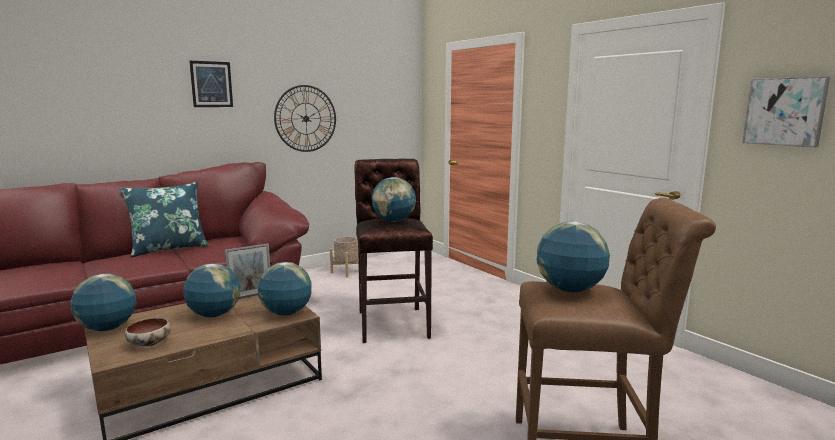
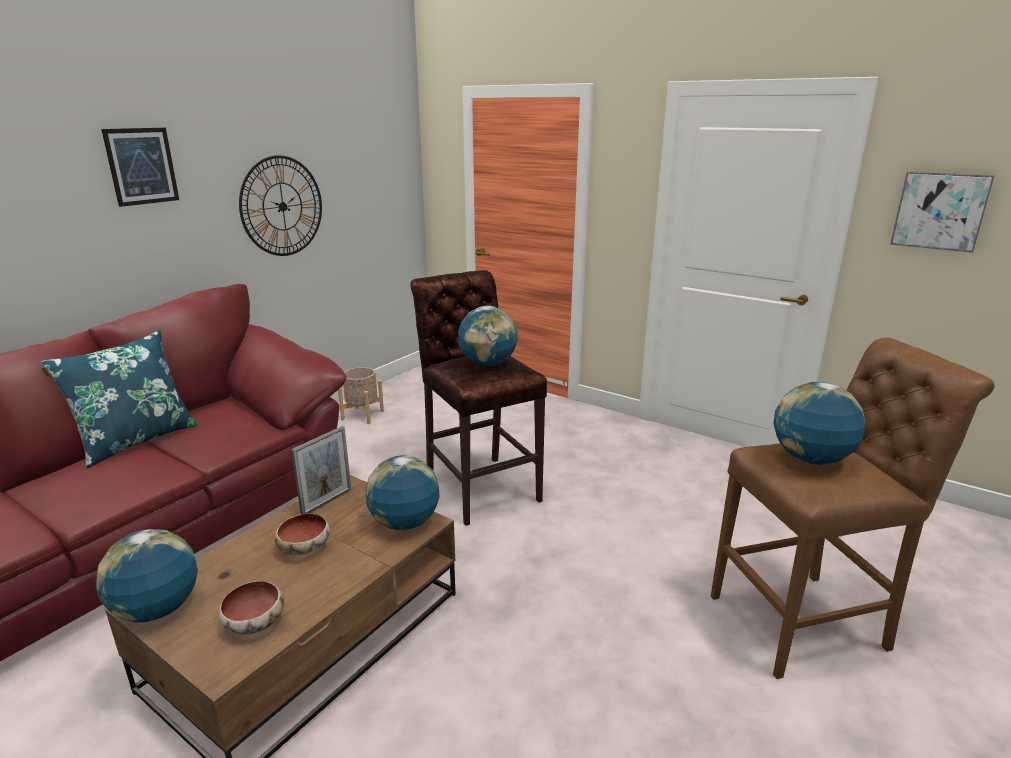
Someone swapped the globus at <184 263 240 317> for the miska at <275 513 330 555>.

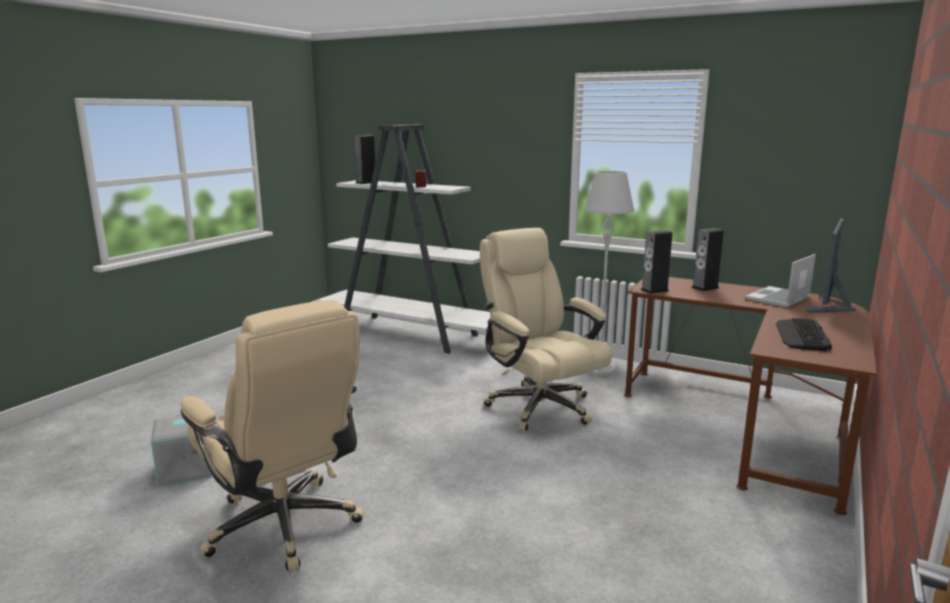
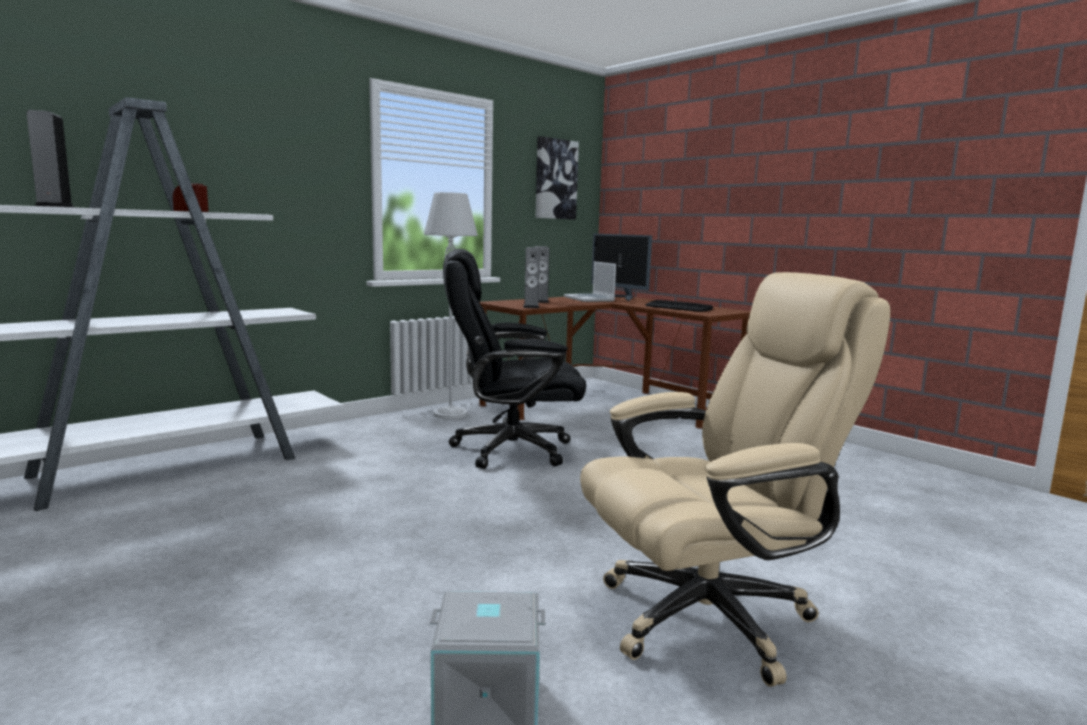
Someone repainted the krzesło biurowe [beżowy] at <480 228 612 432>, which became the krzesło biurowe [czarny] at <443 249 586 469>. Someone put up the obraz at <535 136 579 220>.

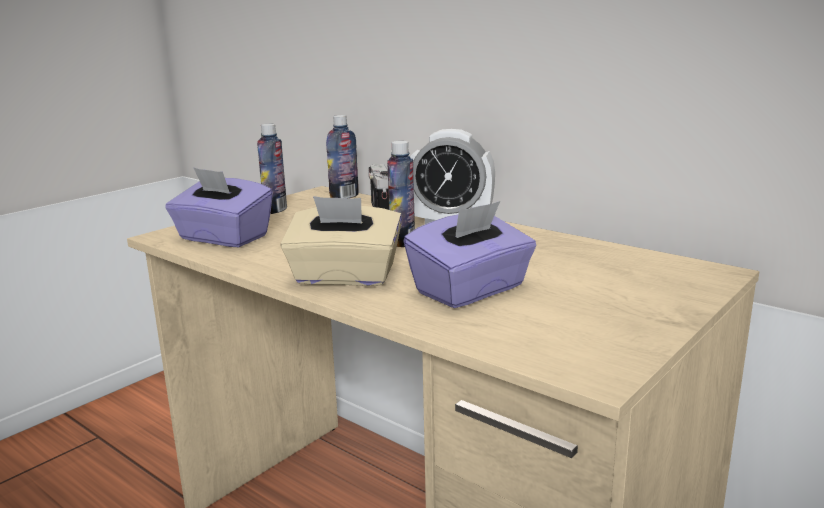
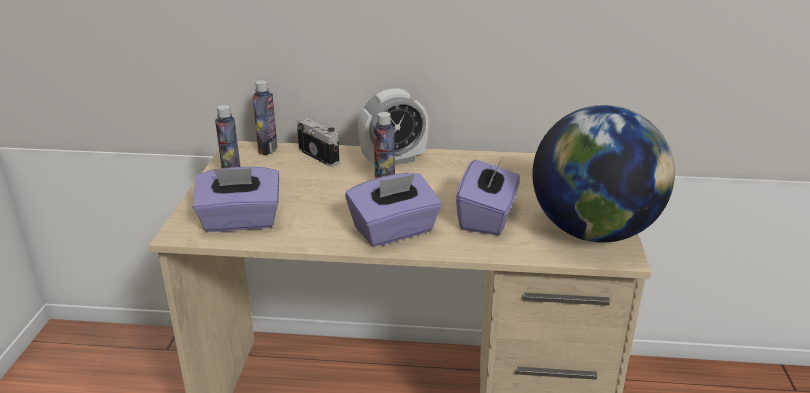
Someone repainted the pudełko chusteczek [beżowy] at <281 196 402 286>, which became the pudełko chusteczek [fioletowy] at <345 173 442 247>. Someone put down the globus at <532 105 675 242>.

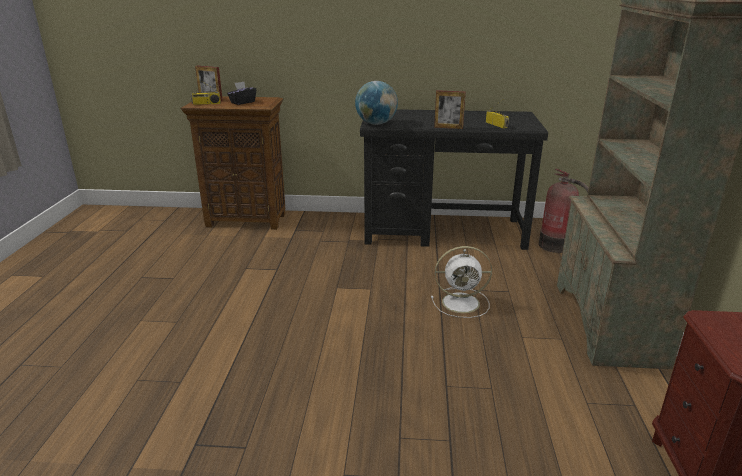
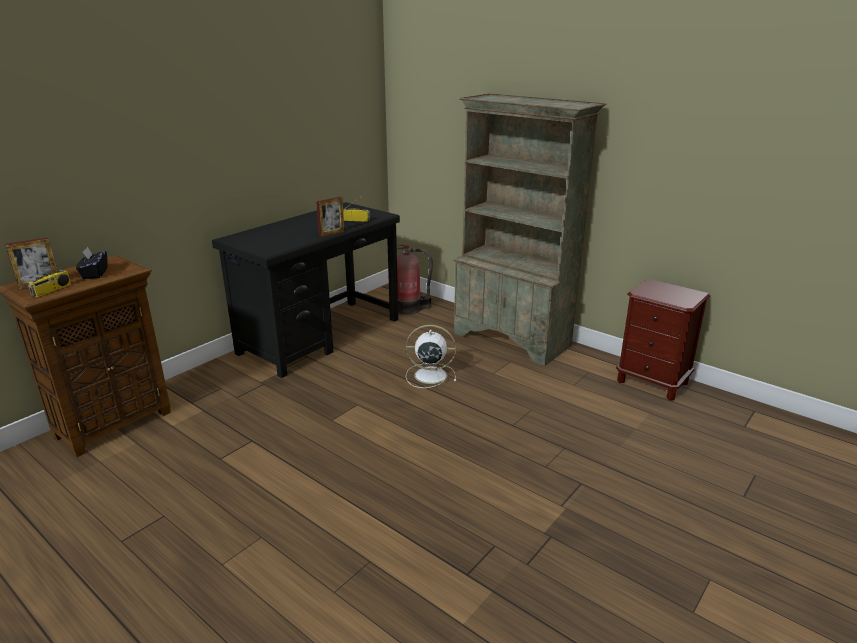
Someone rotated the wentylator [biały] at <431 246 492 318> by 120 degrees counterclockwise. Someone took away the globus at <355 81 398 125>.

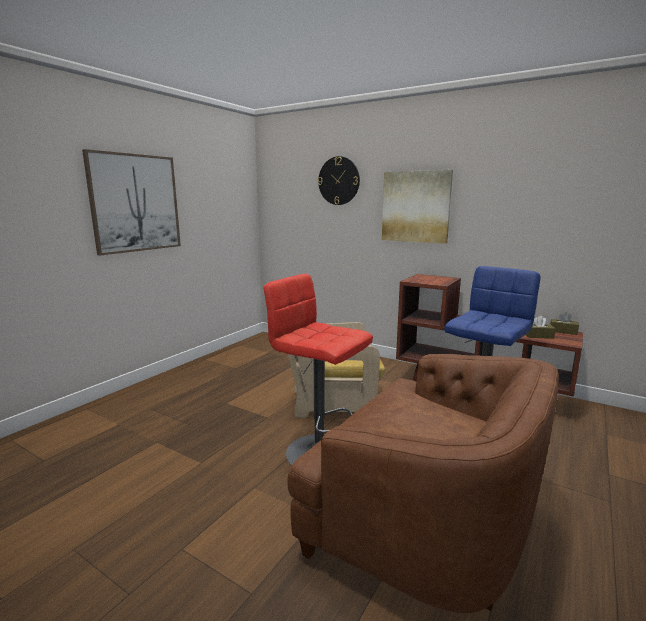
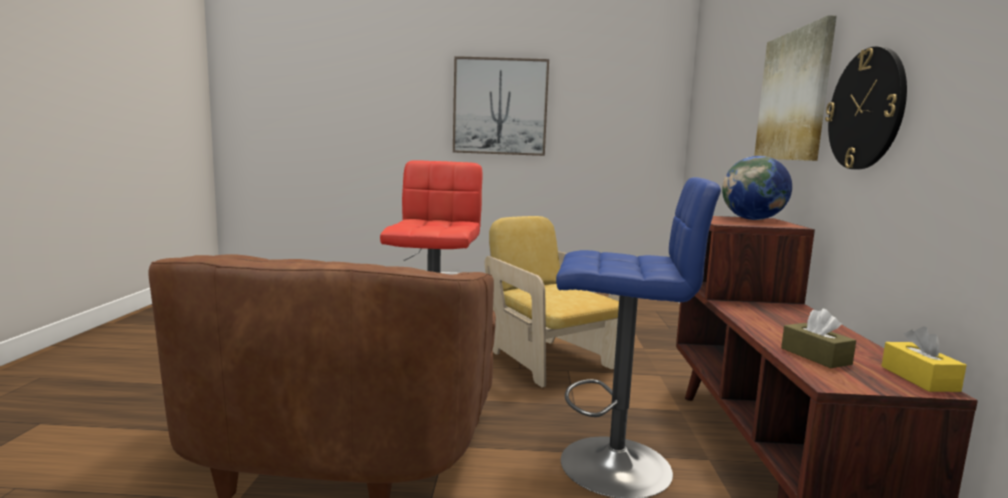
Someone put down the globus at <722 156 792 220>. Someone carried the zegar ścienny from <318 156 360 205> to <825 46 907 169>. Someone repainted the pudełko chusteczek [brązowy] at <550 312 579 335>, which became the pudełko chusteczek [żółty] at <882 327 967 392>.

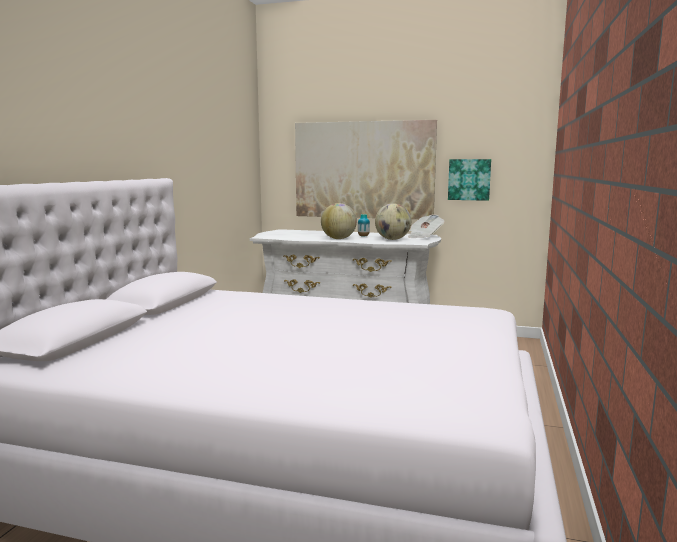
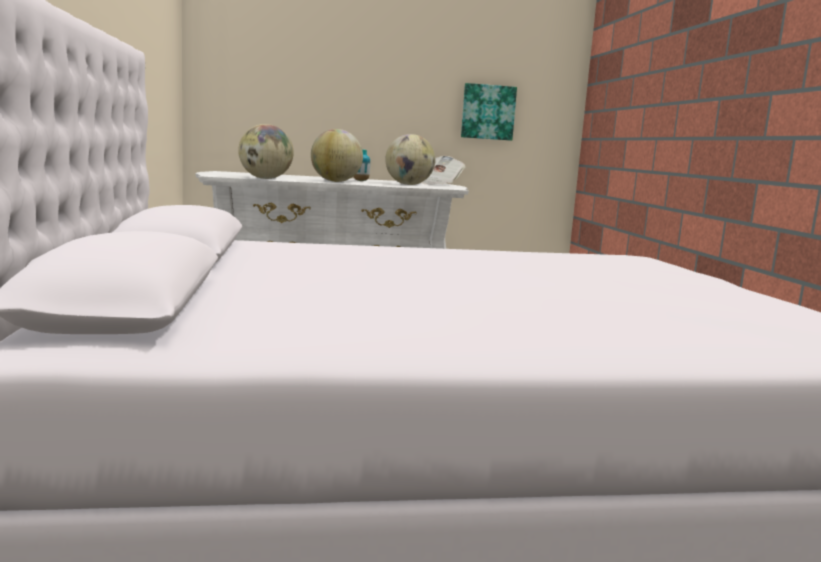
Someone put down the globus at <238 124 294 179>. Someone took away the obraz at <295 120 437 219>.

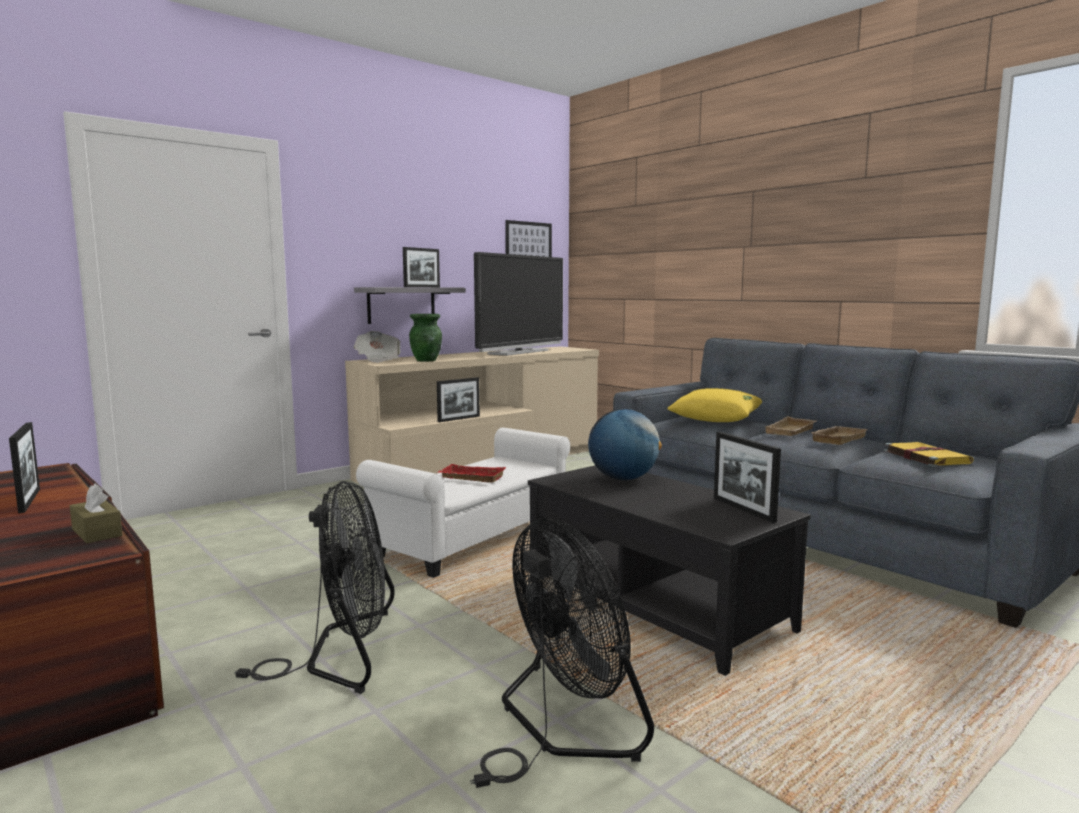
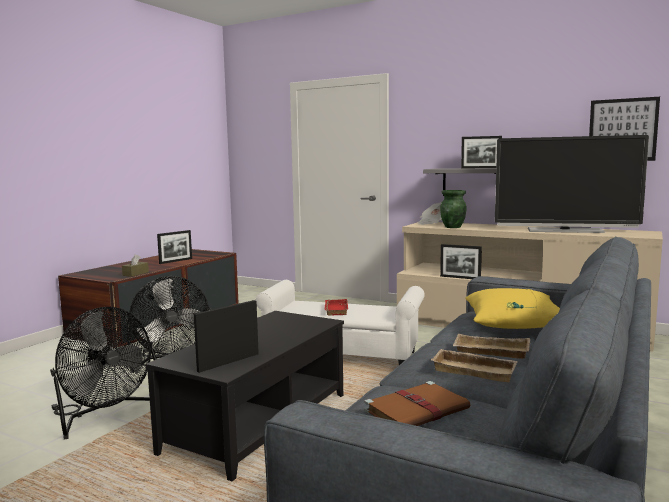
Someone repainted the książka [żółty] at <884 442 974 467>, which became the książka [brązowy] at <364 381 470 426>. Someone took away the globus at <588 409 662 480>.

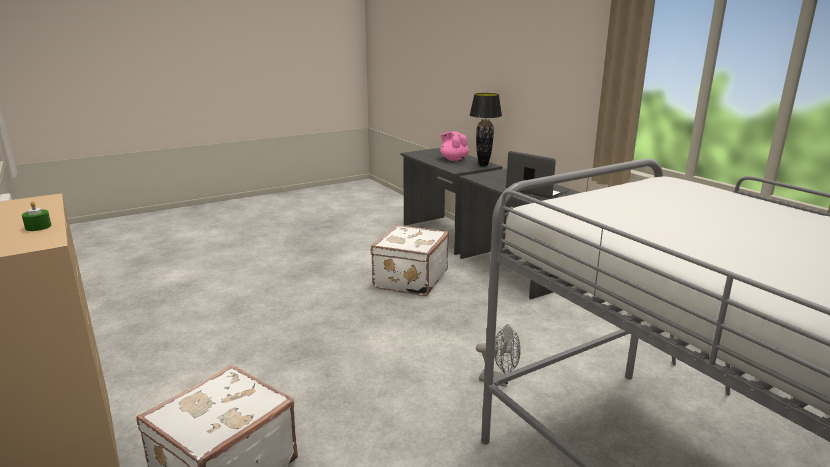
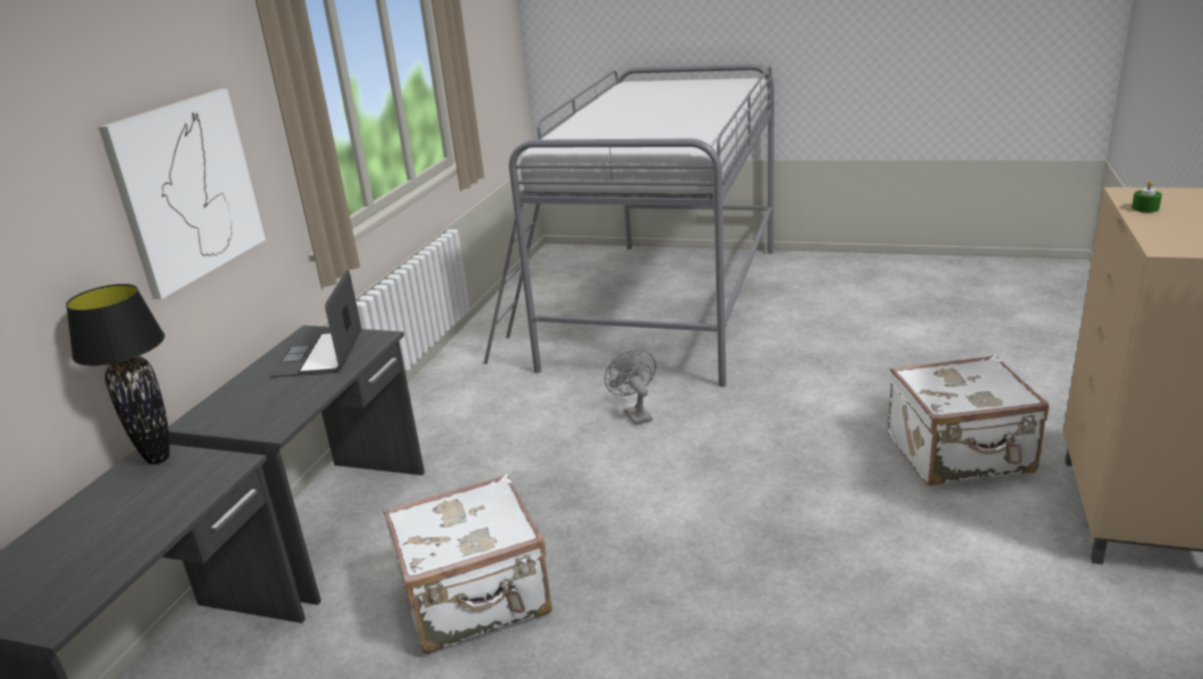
Someone put up the obraz at <98 89 266 299>. Someone took away the imbryk [różowy] at <440 131 469 161>.

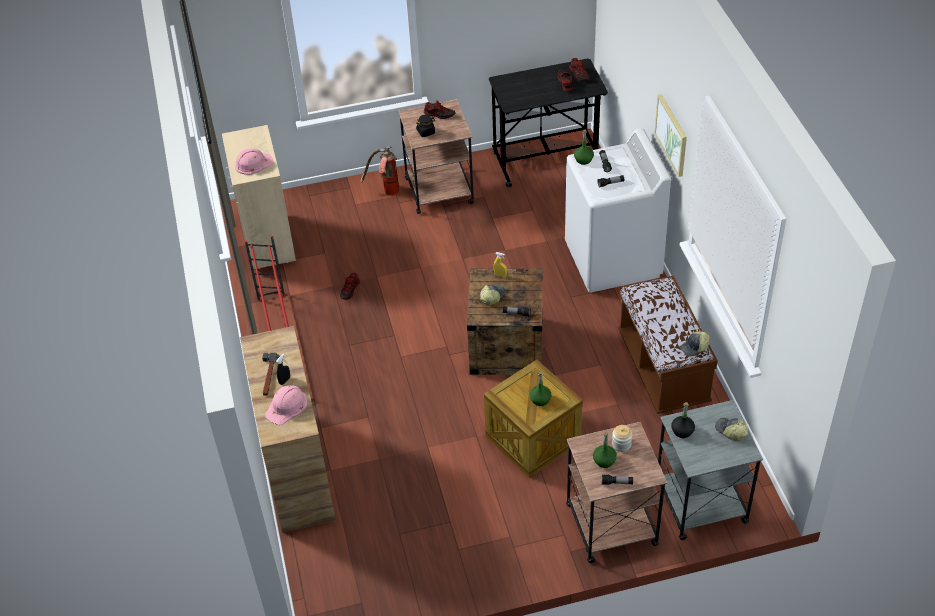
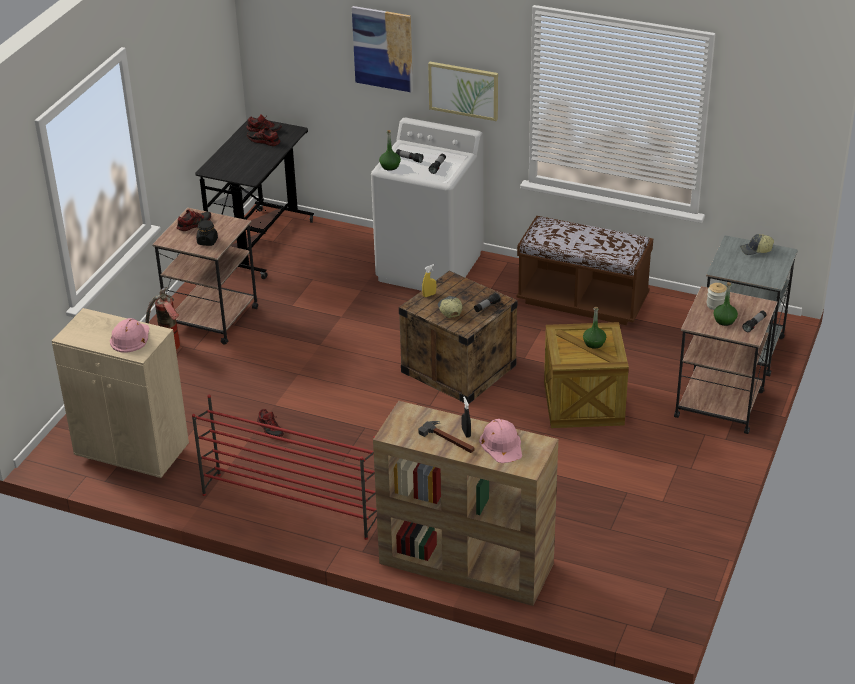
Someone put up the obraz at <352 6 413 93>. Someone took away the butelka [czarny] at <671 402 695 438>. Someone took away the czapka z daszkiem at <679 331 710 357>.

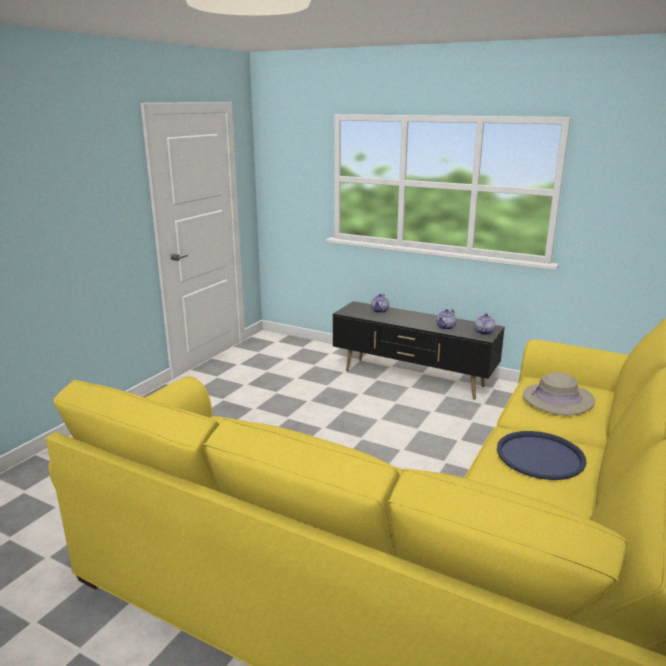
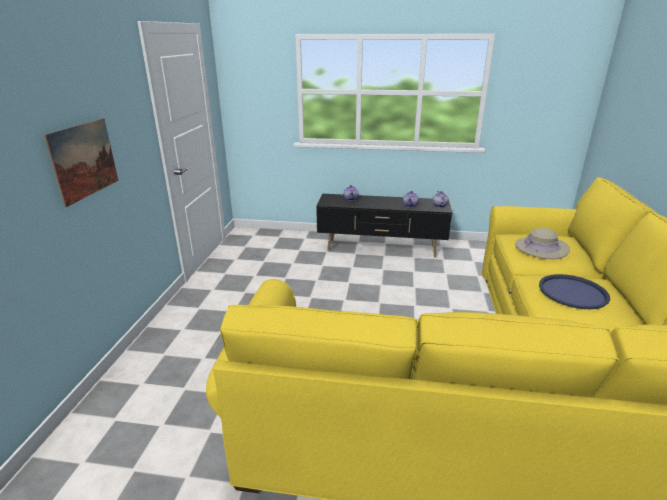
Someone put up the obraz at <44 118 118 207>.

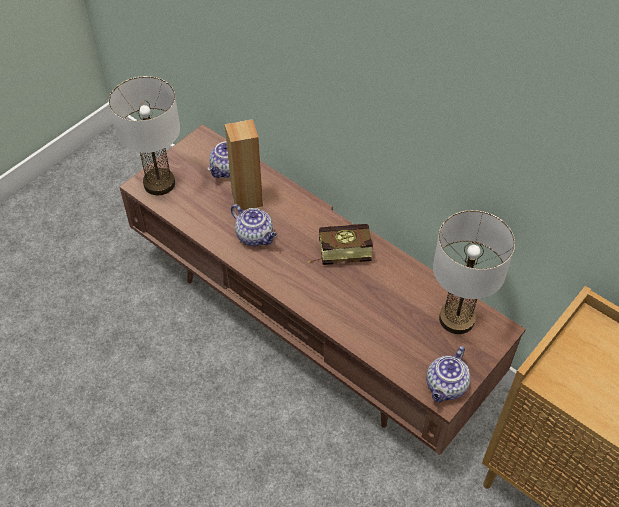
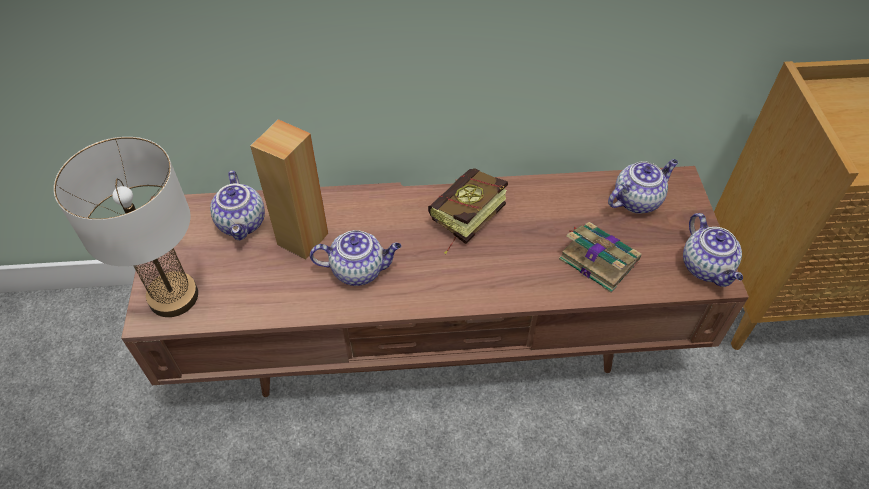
Someone put down the książka at <559 222 642 293>. Someone swapped the lampa stołowa at <433 210 515 334> for the imbryk at <608 159 678 214>.

